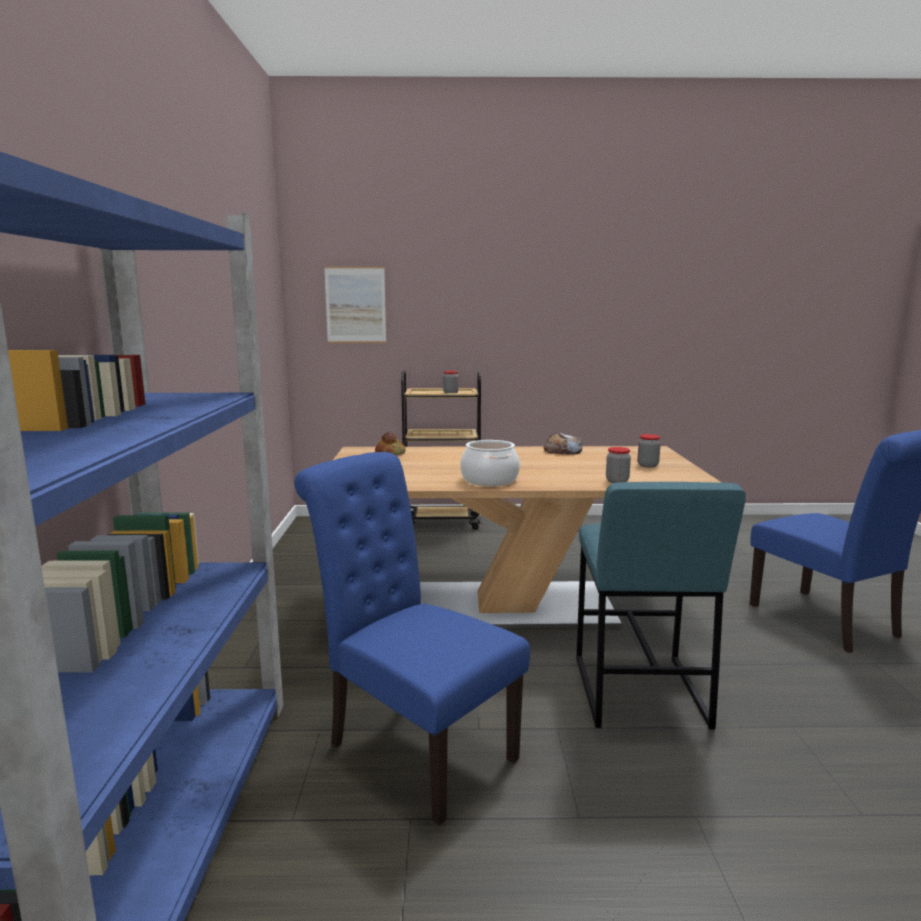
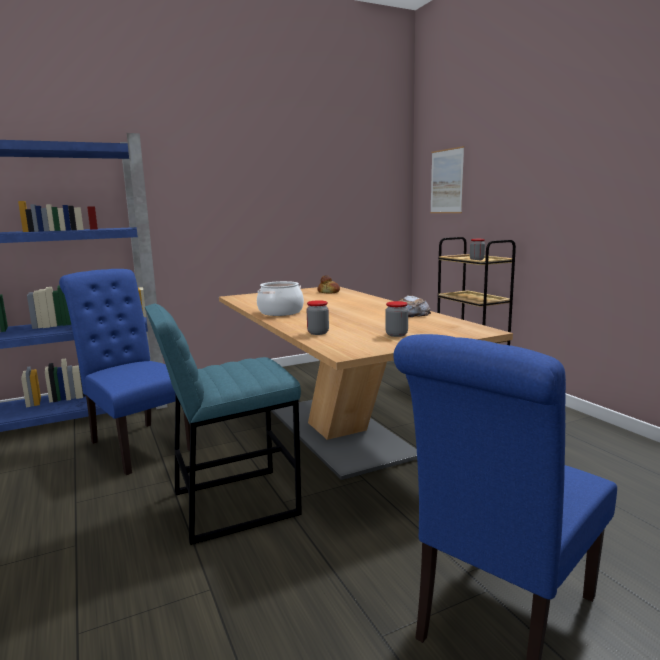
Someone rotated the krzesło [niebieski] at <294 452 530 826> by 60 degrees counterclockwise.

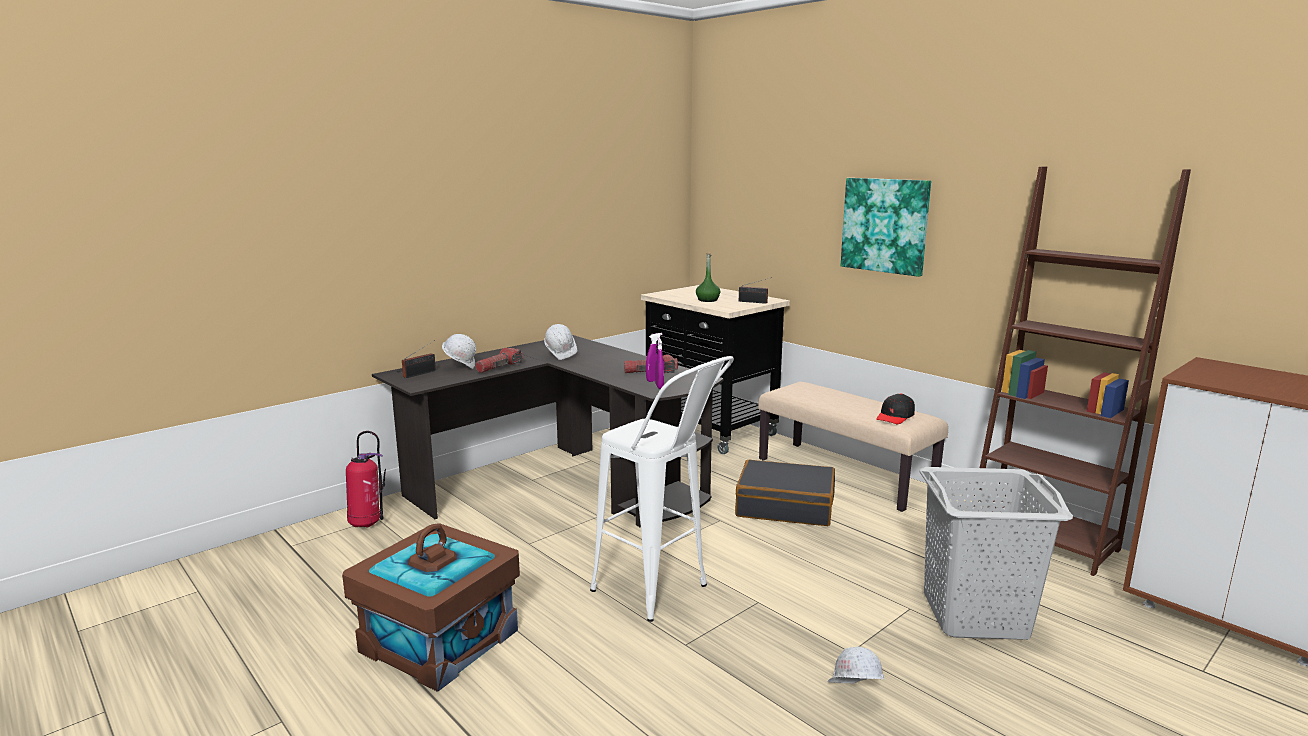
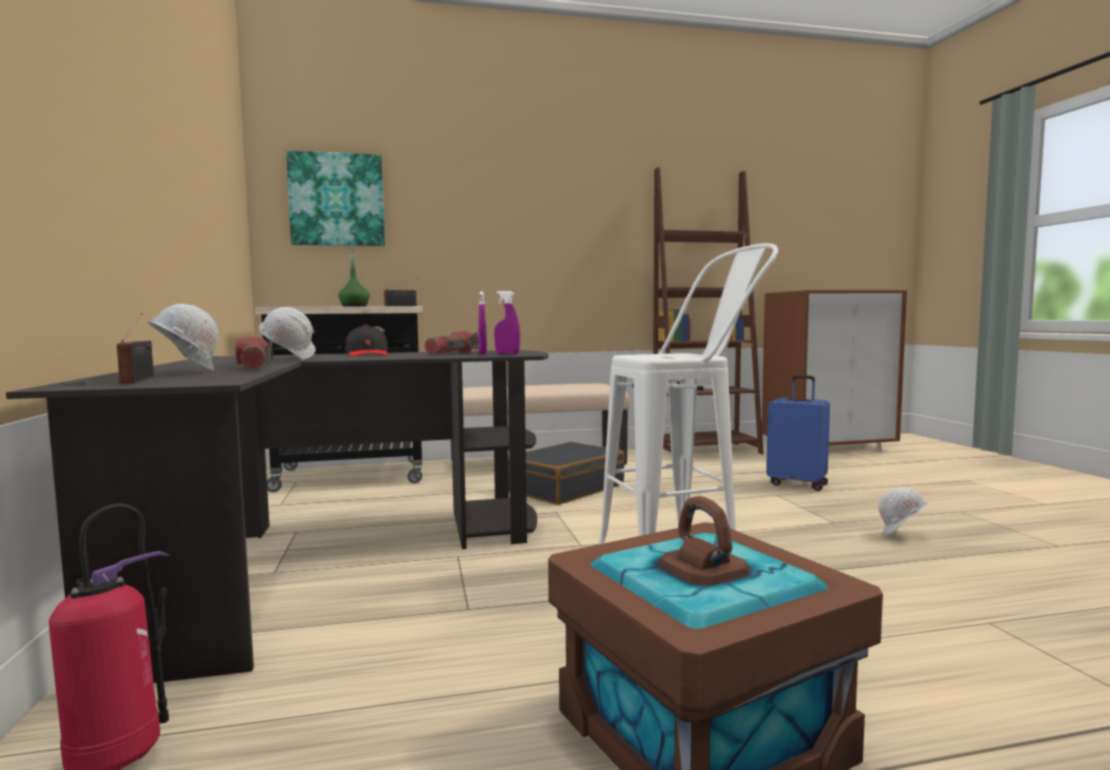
Someone carried the obraz from <841 178 931 277> to <286 150 385 246>. Someone carried the czapka z daszkiem [czarny] from <876 393 915 424> to <346 324 388 356>. Someone swapped the kosz na pranie [szary] at <919 467 1073 640> for the walizka [niebieski] at <766 375 830 491>.

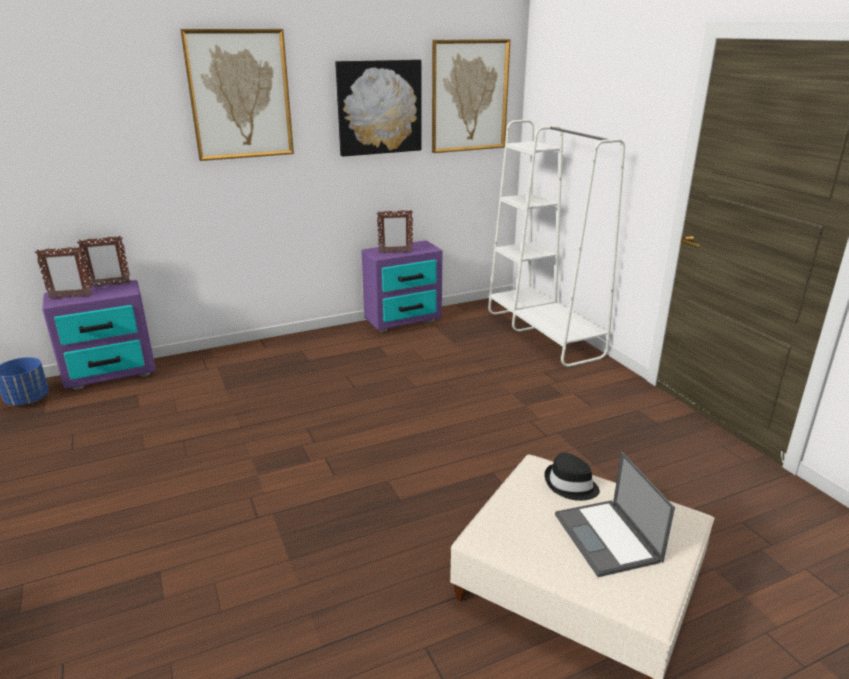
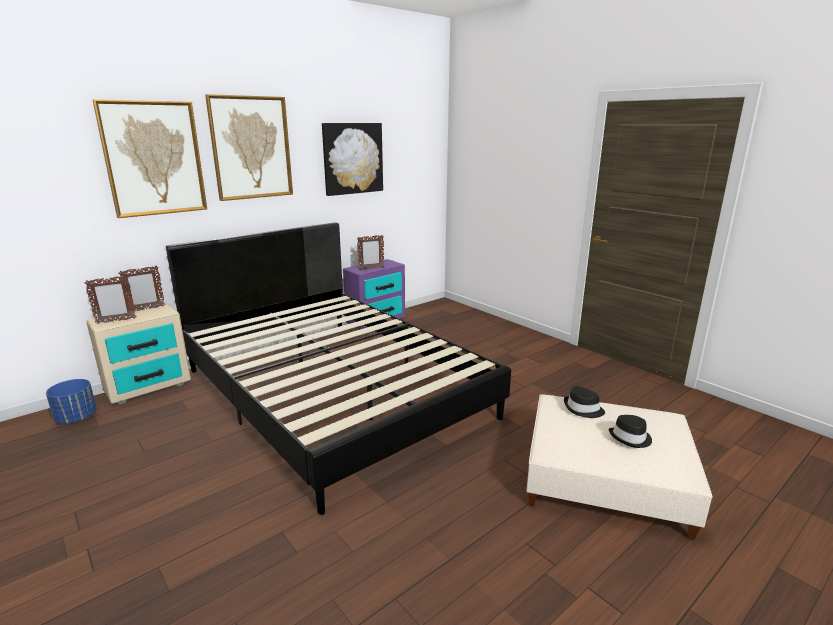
Someone repainted the szafka nocna [fioletowy] at <42 280 156 390>, which became the szafka nocna [beżowy] at <86 304 191 404>. Someone carried the obraz from <432 39 511 153> to <93 99 207 218>. Someone put down the łóżko [czarny] at <166 222 511 515>. Someone swapped the laptop at <555 452 675 577> for the kapelusz [czarny] at <608 415 652 448>. Someone took away the wieszak [biały] at <488 119 625 367>.

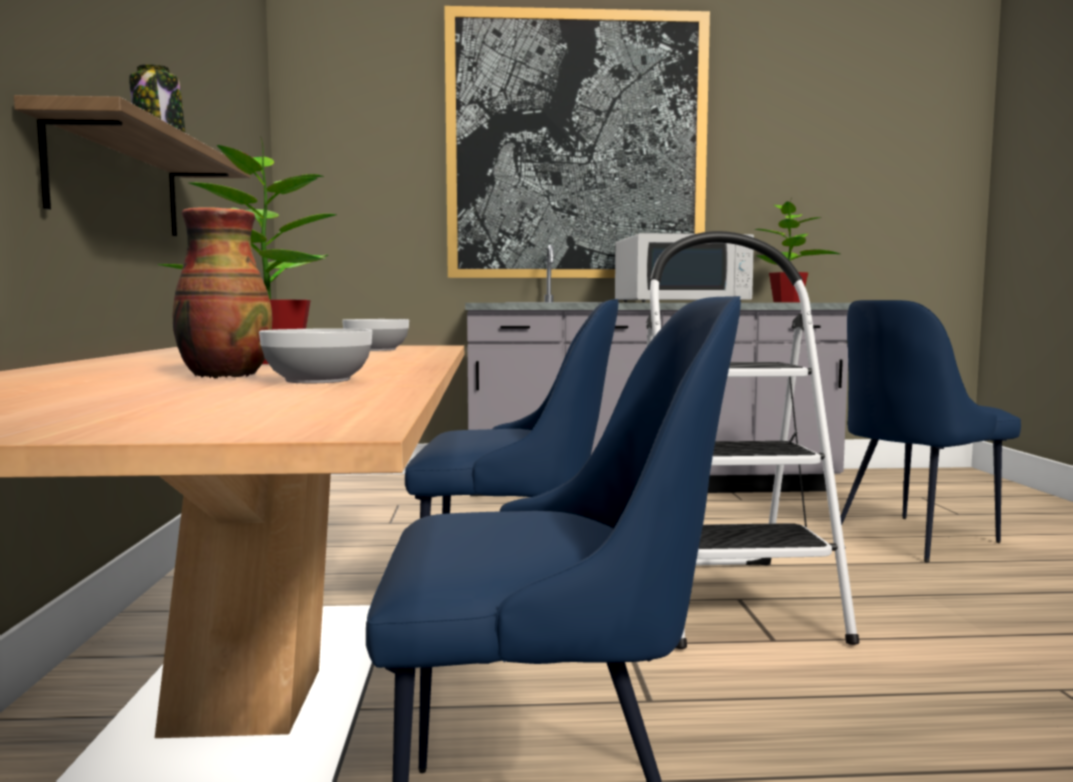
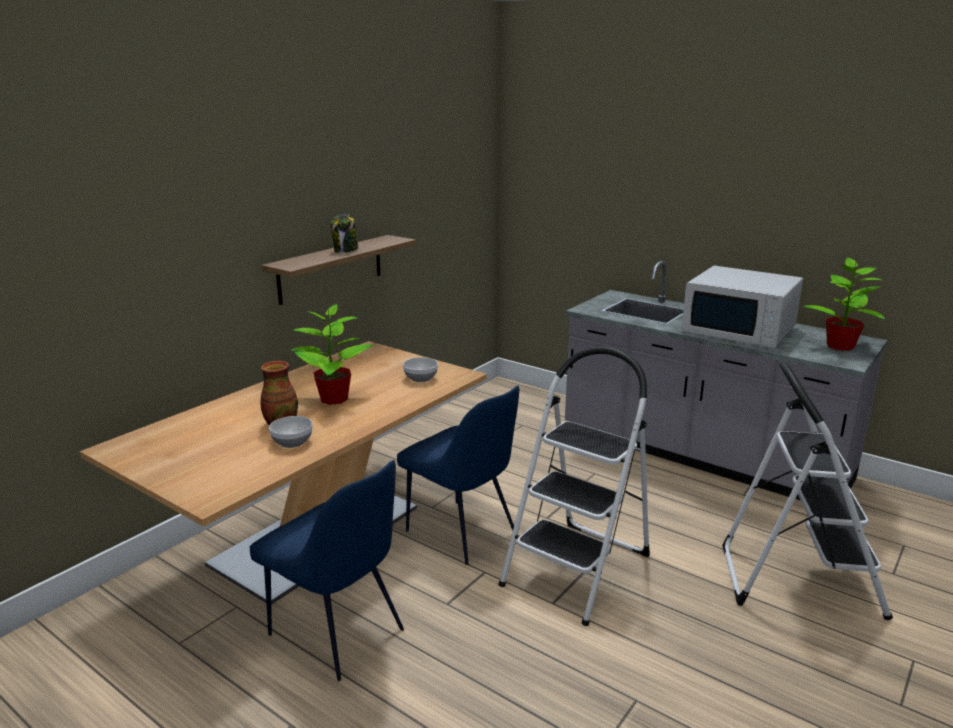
Someone swapped the krzesło [niebieski] at <840 300 1021 563> for the drabinka at <722 361 893 620>. Someone took away the obraz at <444 6 710 278>.

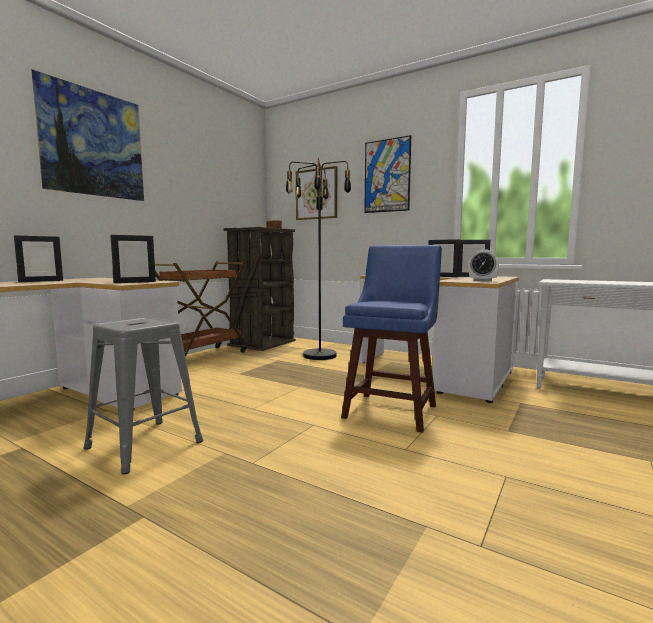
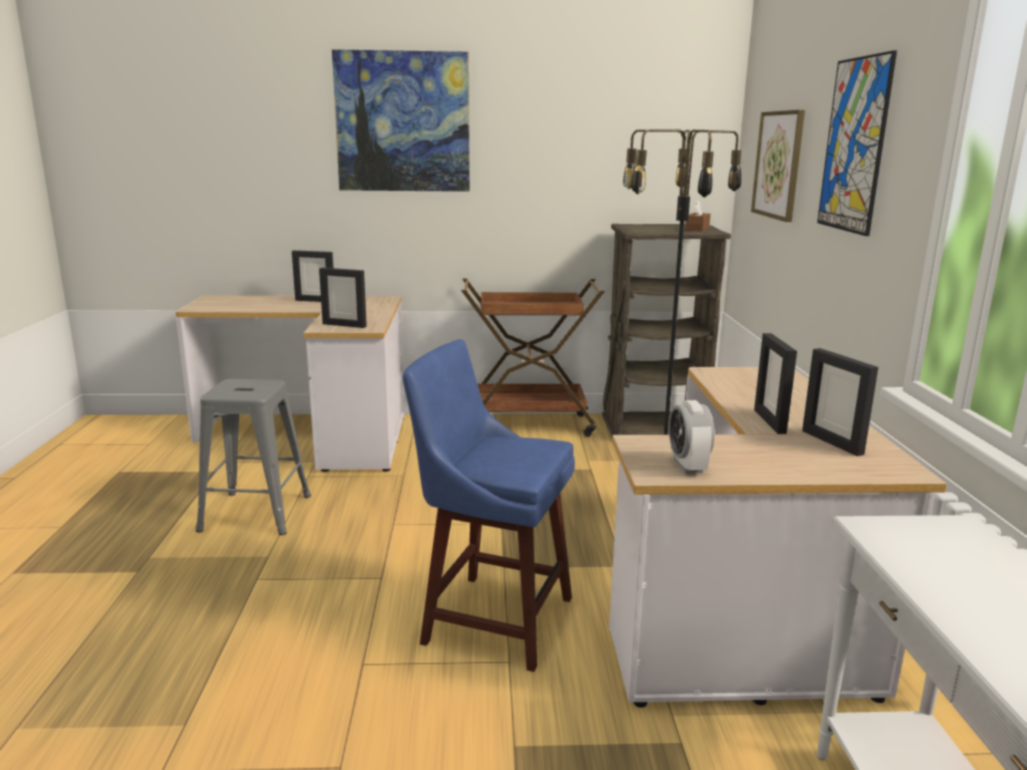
Someone rotated the krzesło [niebieski] at <341 245 442 433> by 150 degrees counterclockwise.

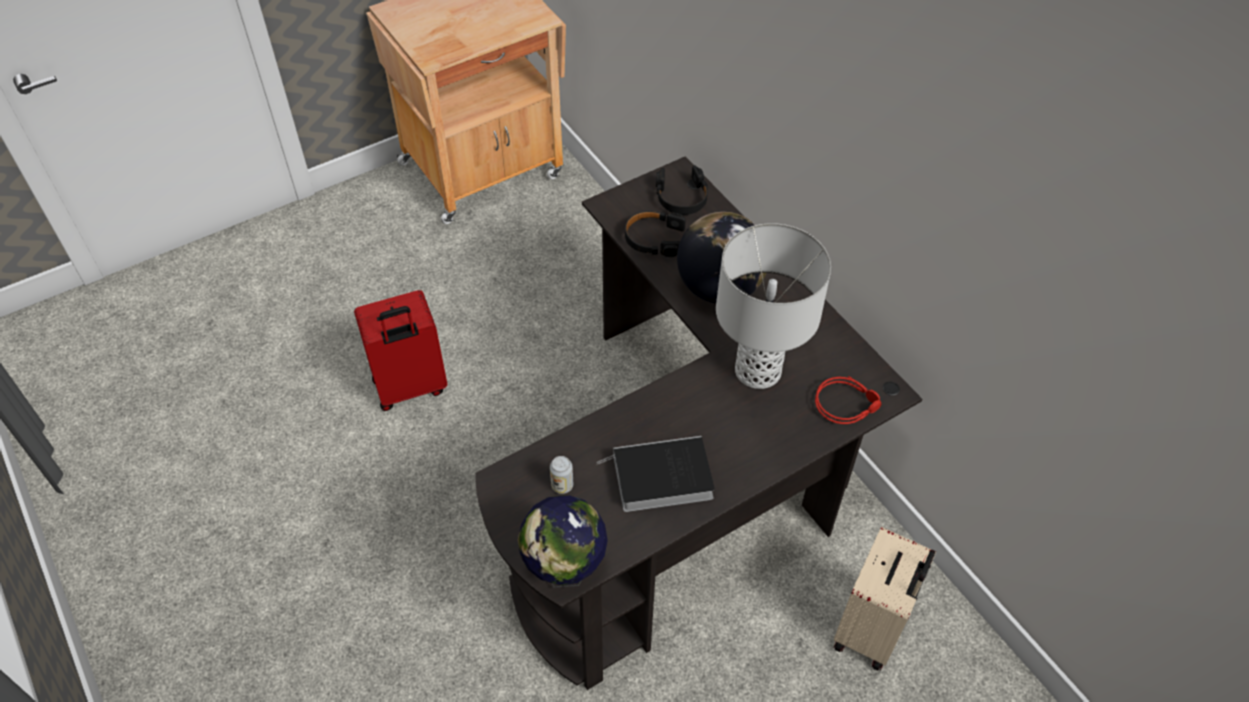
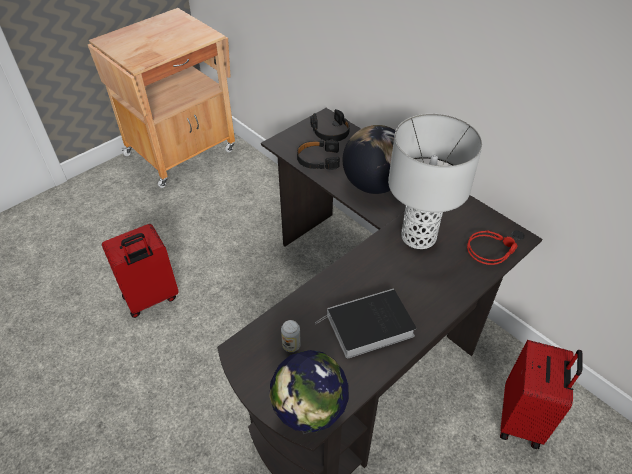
Someone repainted the walizka [beżowy] at <834 527 936 671>, which became the walizka [czerwony] at <500 340 582 449>.

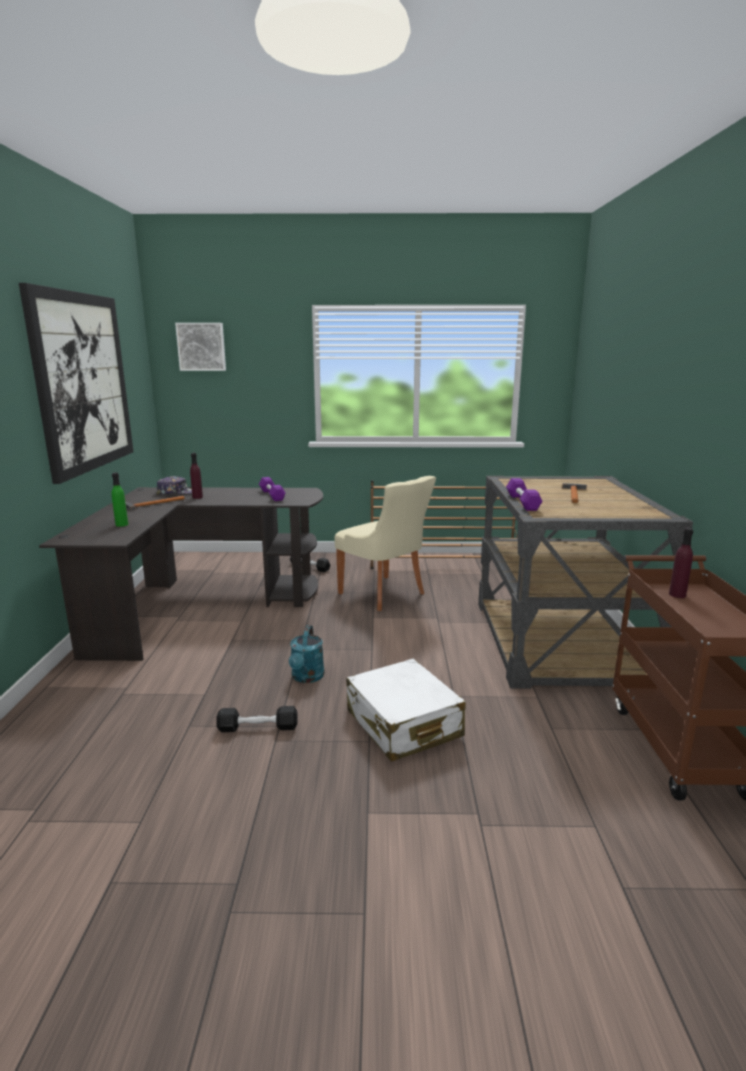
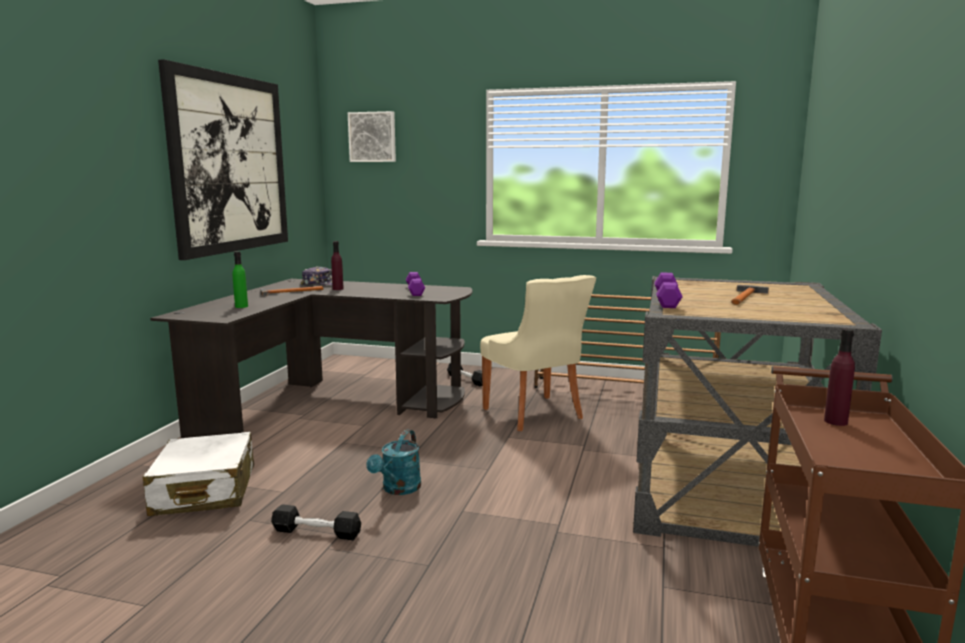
Someone carried the walizka [biały] from <346 659 466 762> to <143 432 254 516>.

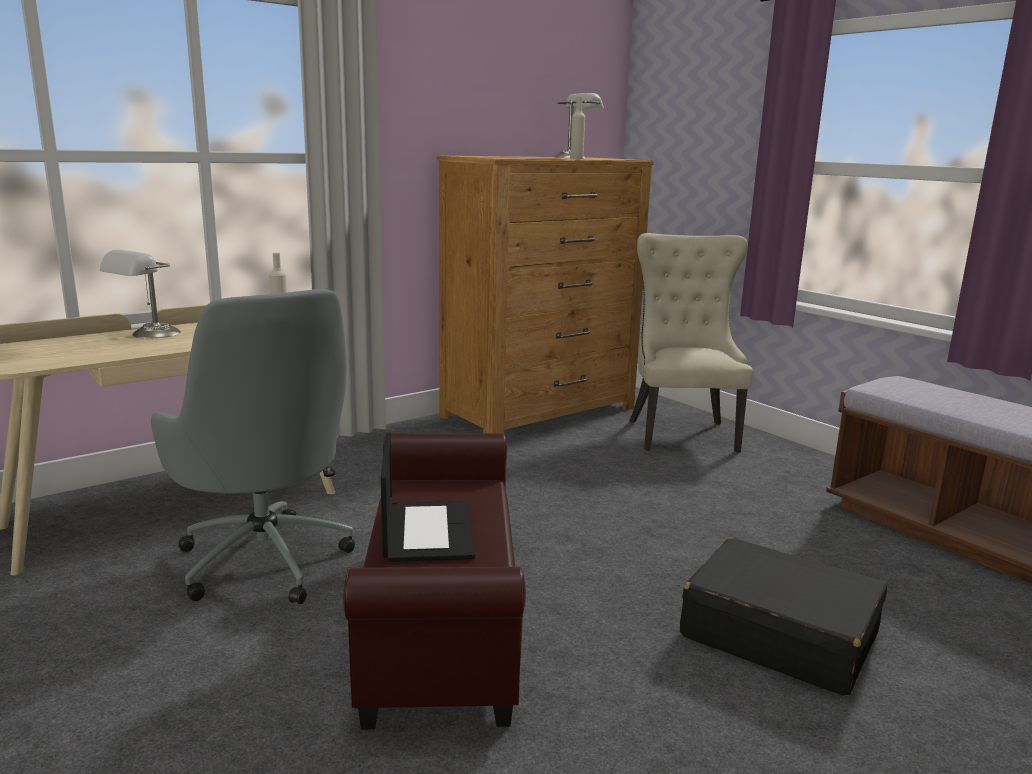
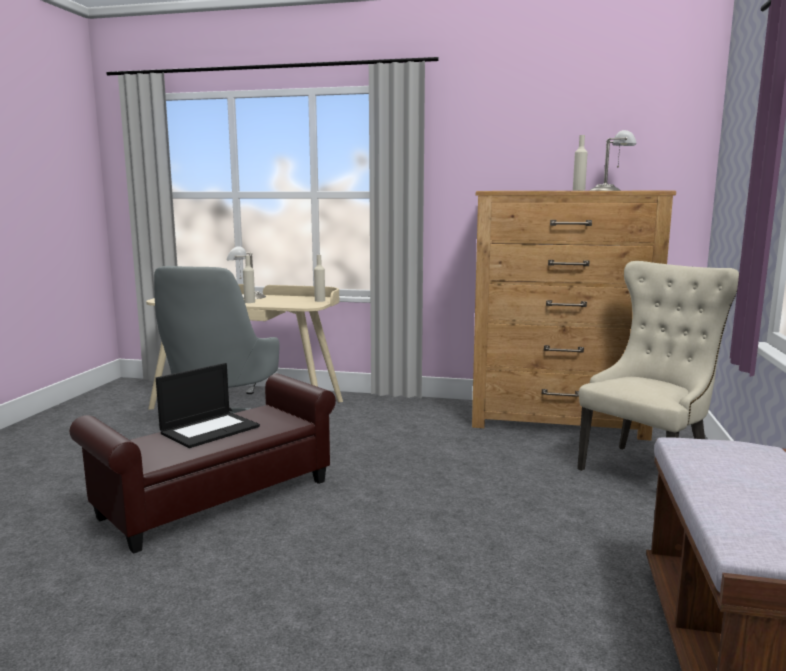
Someone put down the butelka [beżowy] at <243 256 255 303>. Someone took away the walizka [czarny] at <680 538 887 696>.

